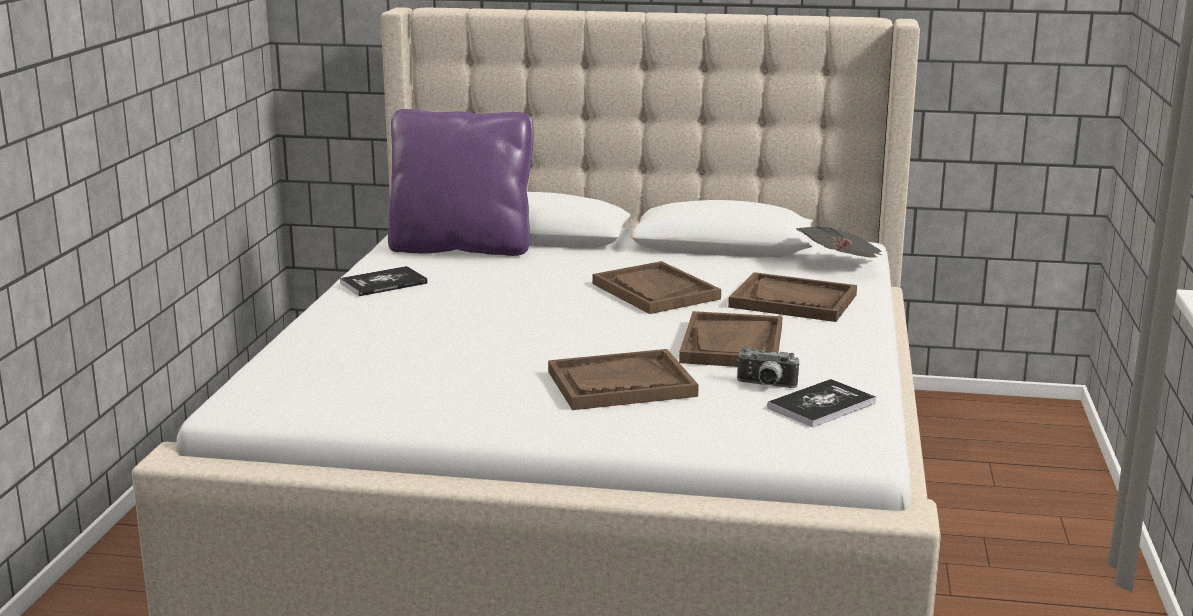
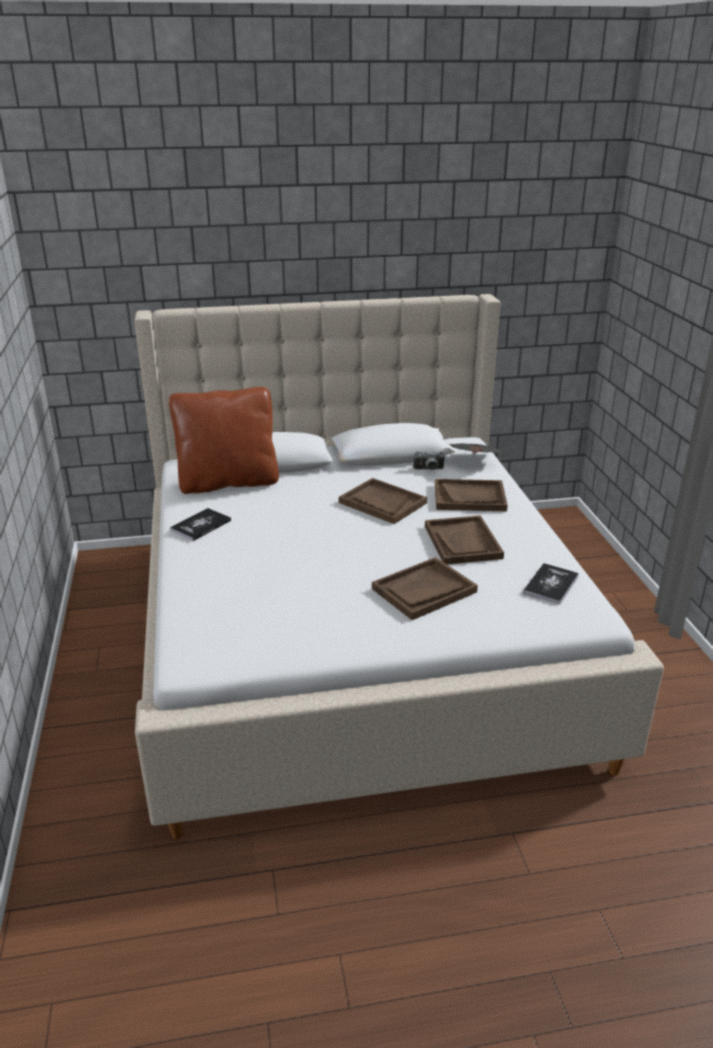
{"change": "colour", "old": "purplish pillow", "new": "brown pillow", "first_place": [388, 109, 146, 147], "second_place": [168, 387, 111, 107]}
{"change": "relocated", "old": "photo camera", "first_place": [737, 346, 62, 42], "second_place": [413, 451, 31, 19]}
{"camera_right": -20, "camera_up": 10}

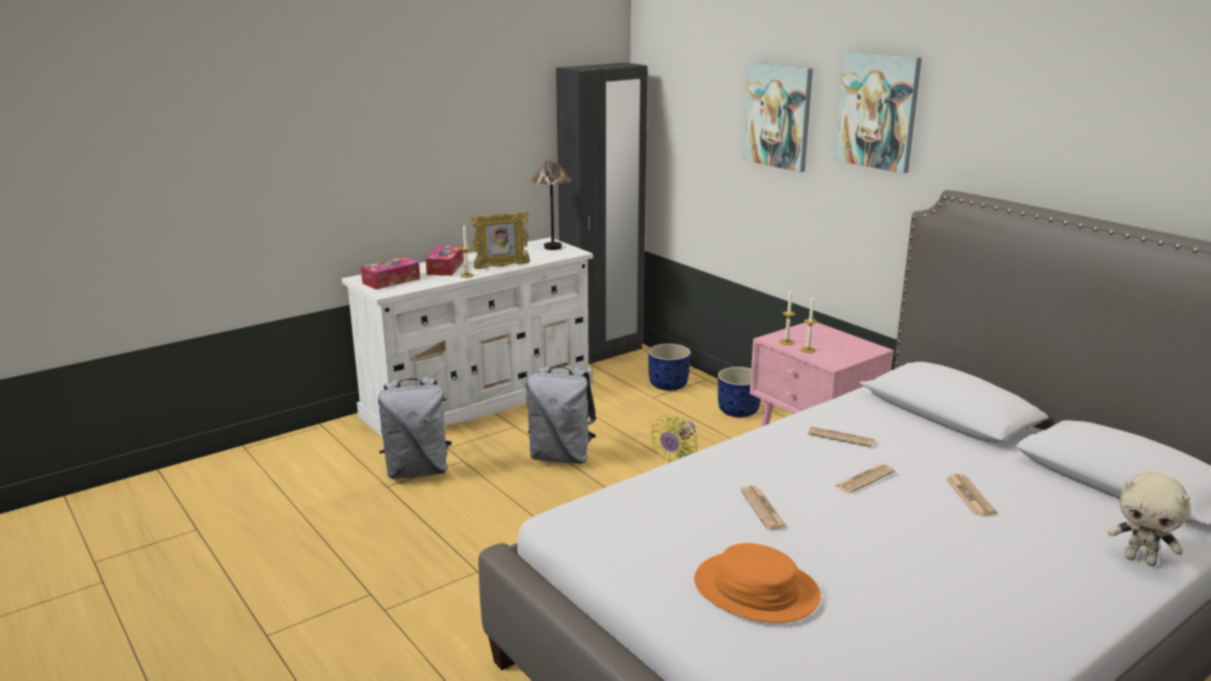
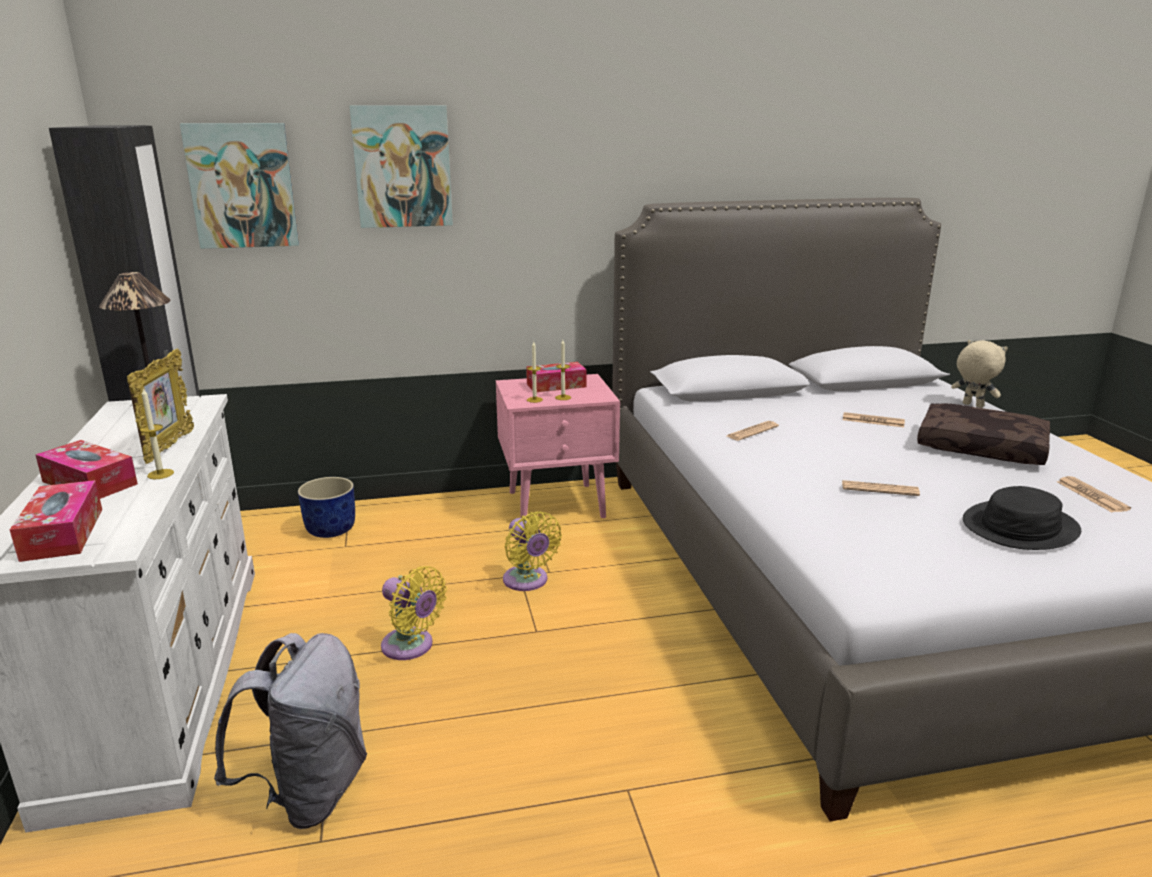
{"change": "exchanged", "old": "greyish rucksack", "new": "yellow-coloured cooling fan", "first_place": [526, 366, 70, 98], "second_place": [381, 566, 66, 94]}
{"change": "colour", "old": "orange-coloured hat", "new": "blackish hat", "first_place": [694, 543, 127, 80], "second_place": [963, 486, 118, 64]}
{"change": "missing", "old": "bluish plant pot", "first_place": [718, 367, 43, 50]}
{"change": "relocated", "old": "wall art", "first_place": [833, 51, 89, 123], "second_place": [180, 123, 119, 126]}
{"change": "relocated", "old": "newspaper", "first_place": [834, 464, 61, 30], "second_place": [1057, 476, 74, 36]}
{"change": "spun", "old": "beige cuddly toy", "first_place": [1108, 472, 82, 94], "second_place": [951, 340, 57, 68], "degrees": -105}
{"change": "appeared", "new": "tissue box", "second_place": [526, 362, 61, 30]}
{"change": "appeared", "new": "brown pillow", "second_place": [917, 403, 133, 62]}
{"camera_right": -65, "camera_up": 0}

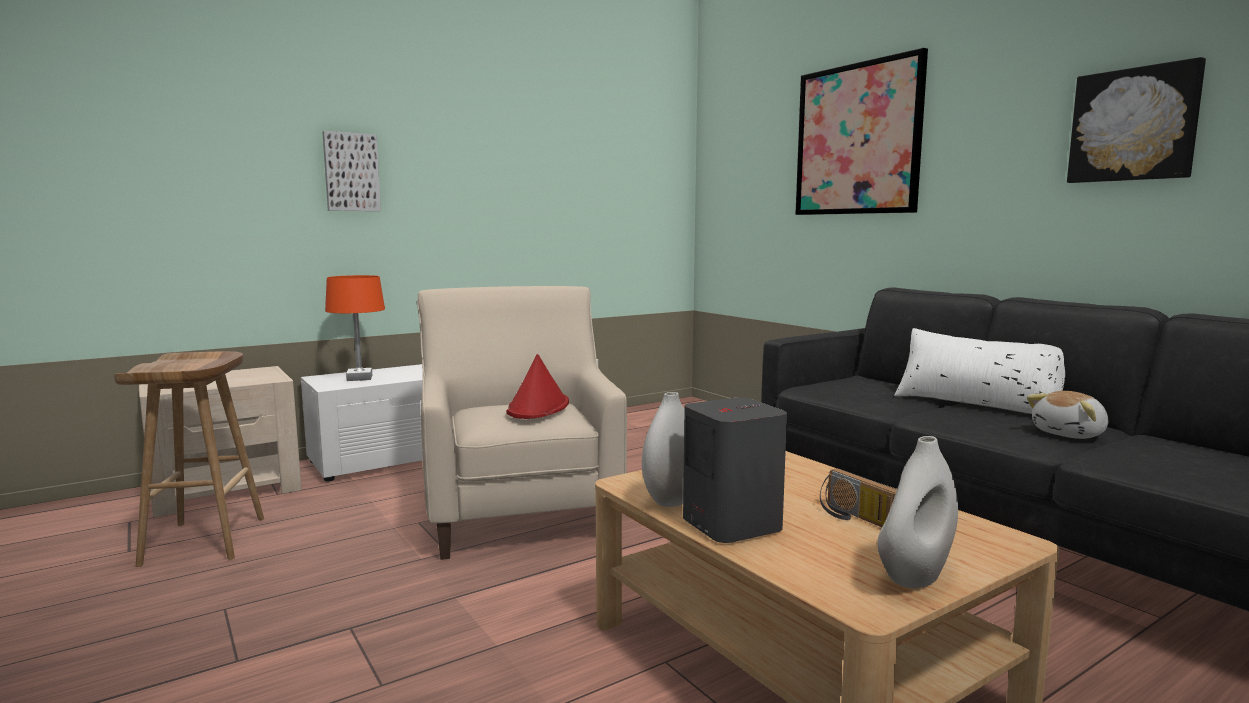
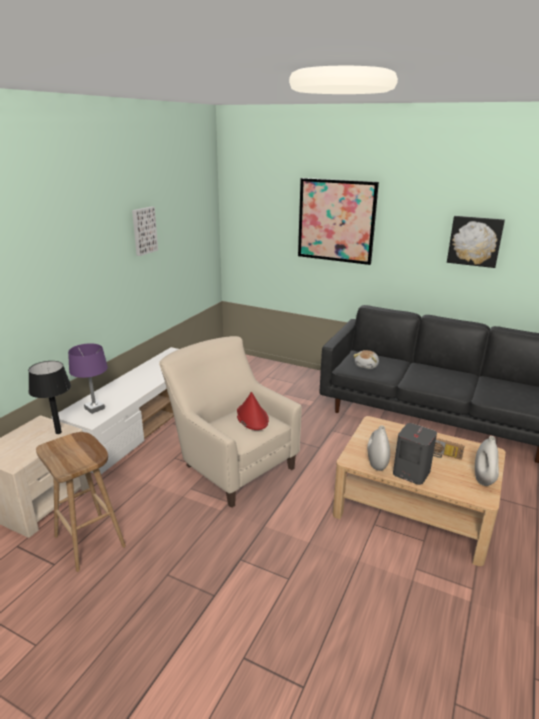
{"change": "relocated", "old": "wall art", "first_place": [322, 131, 59, 80], "second_place": [132, 207, 26, 49]}
{"change": "colour", "old": "orange-coloured tabletop lamp", "new": "purplish tabletop lamp", "first_place": [325, 275, 60, 106], "second_place": [68, 343, 40, 71]}
{"change": "missing", "old": "whitish pillow", "first_place": [894, 328, 171, 86]}
{"change": "relocated", "old": "cuddly toy", "first_place": [1027, 391, 81, 48], "second_place": [353, 350, 26, 19]}
{"change": "appeared", "new": "blackish tabletop lamp", "second_place": [28, 361, 43, 73]}
{"camera_right": -30, "camera_up": 15}

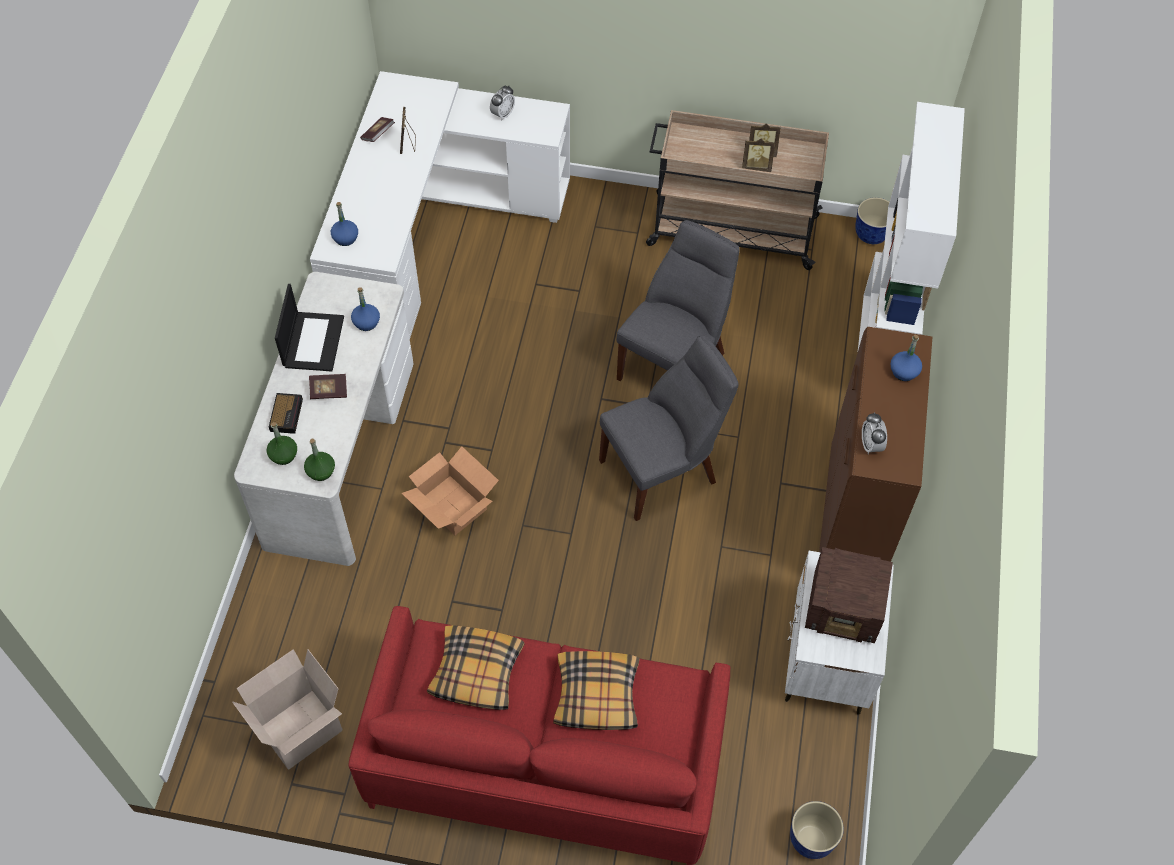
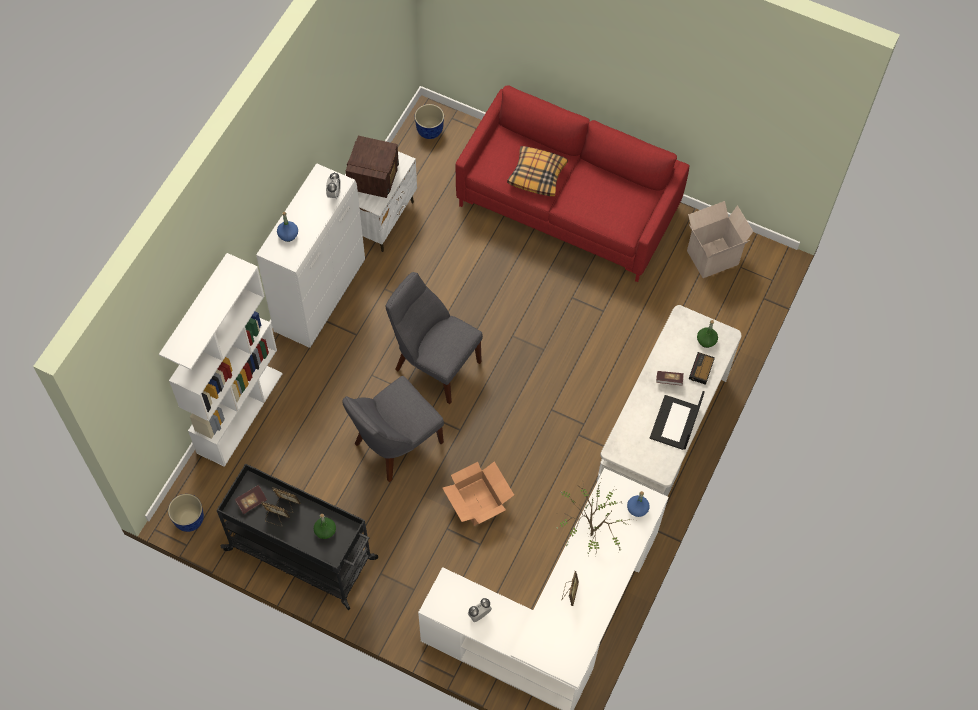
{"change": "relocated", "old": "greenish beverage bottle", "first_place": [304, 439, 31, 42], "second_place": [314, 514, 22, 25]}
{"change": "missing", "old": "bluish beverage bottle", "first_place": [351, 287, 29, 44]}
{"change": "relocated", "old": "book", "first_place": [360, 117, 35, 25], "second_place": [235, 485, 32, 29]}
{"change": "relocated", "old": "packing box", "first_place": [402, 446, 97, 89], "second_place": [442, 461, 72, 65]}
{"change": "missing", "old": "pillow", "first_place": [427, 625, 97, 85]}
{"change": "spun", "old": "greyish chair", "first_place": [599, 336, 139, 185], "second_place": [386, 272, 97, 132], "degrees": 45}
{"change": "colour", "old": "beige trolley", "new": "blackish trolley", "first_place": [646, 110, 183, 160], "second_place": [216, 463, 162, 147]}
{"change": "spun", "old": "radio set", "first_place": [805, 547, 88, 96], "second_place": [346, 136, 53, 62], "degrees": 75}
{"change": "colour", "old": "brown cabinet", "new": "whitish cabinet", "first_place": [819, 327, 113, 235], "second_place": [256, 163, 109, 185]}
{"change": "appeared", "new": "potted plant", "second_place": [556, 480, 75, 76]}
{"camera_right": -165, "camera_up": 5}

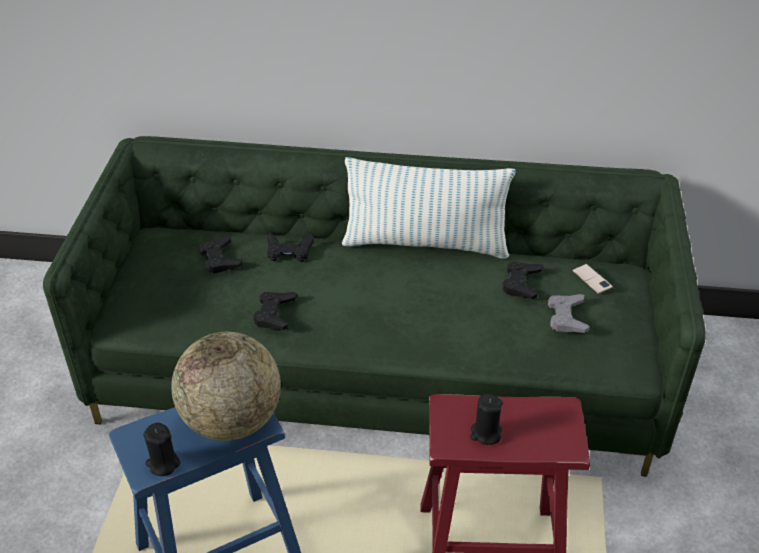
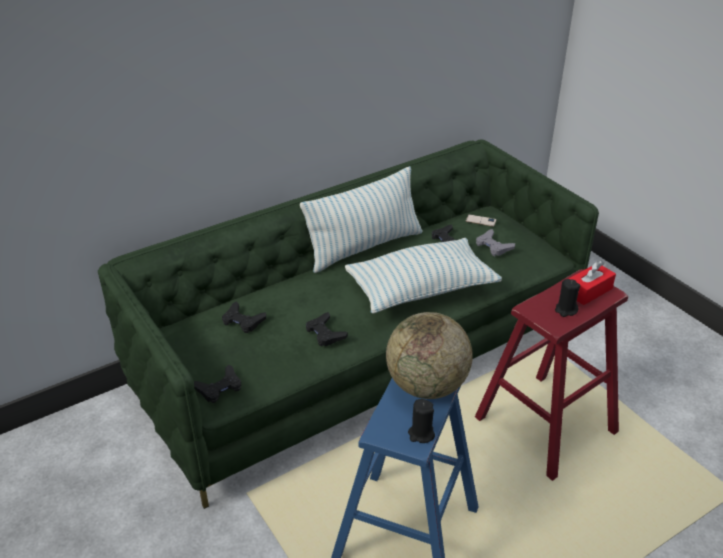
{"change": "relocated", "old": "blackish gamepad", "first_place": [267, 233, 47, 29], "second_place": [194, 365, 47, 38]}
{"change": "appeared", "new": "pillow", "second_place": [345, 238, 157, 76]}
{"change": "appeared", "new": "red-coloured tissue box", "second_place": [569, 261, 47, 44]}
{"camera_right": -40, "camera_up": -5}

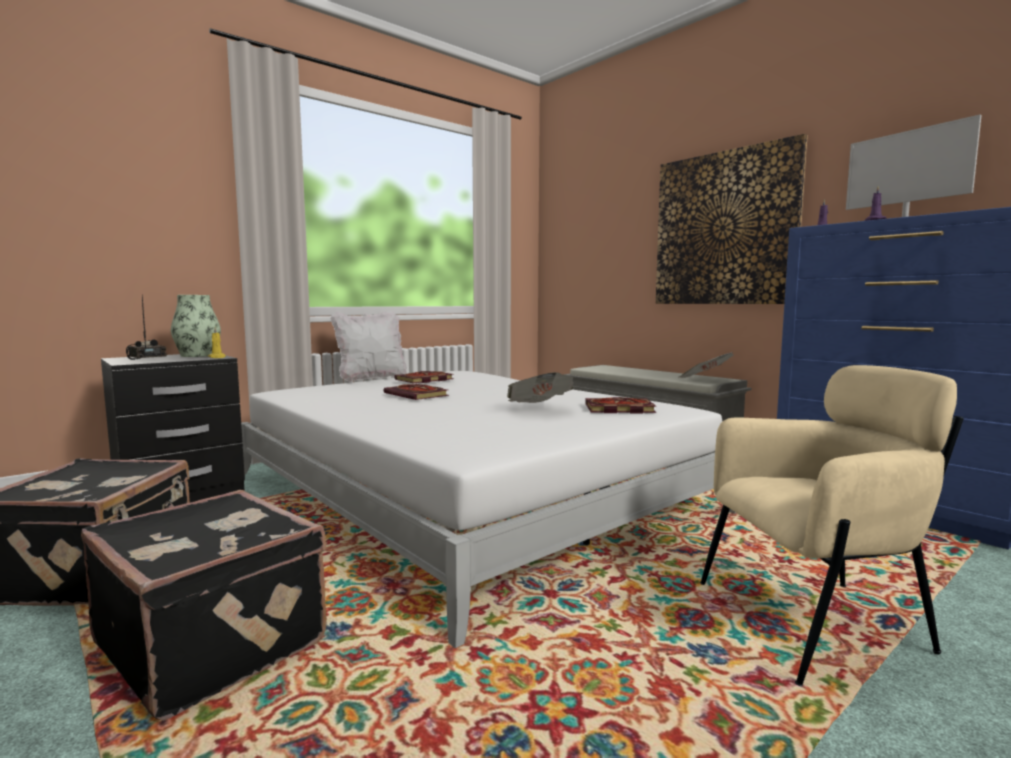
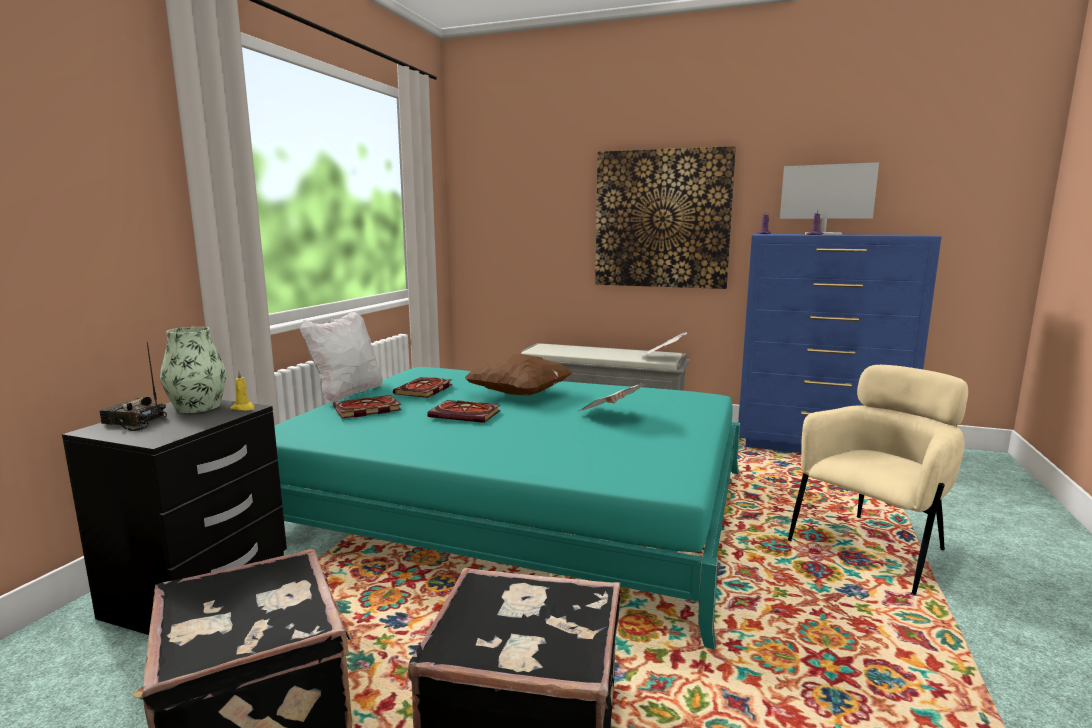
{"change": "colour", "old": "whitish bed", "new": "turquoise bed", "first_place": [241, 371, 495, 277], "second_place": [274, 367, 466, 282]}
{"change": "relocated", "old": "book", "first_place": [585, 397, 71, 16], "second_place": [333, 395, 68, 23]}
{"change": "appeared", "new": "brown pillow", "second_place": [465, 354, 108, 41]}
{"camera_right": -30, "camera_up": 5}

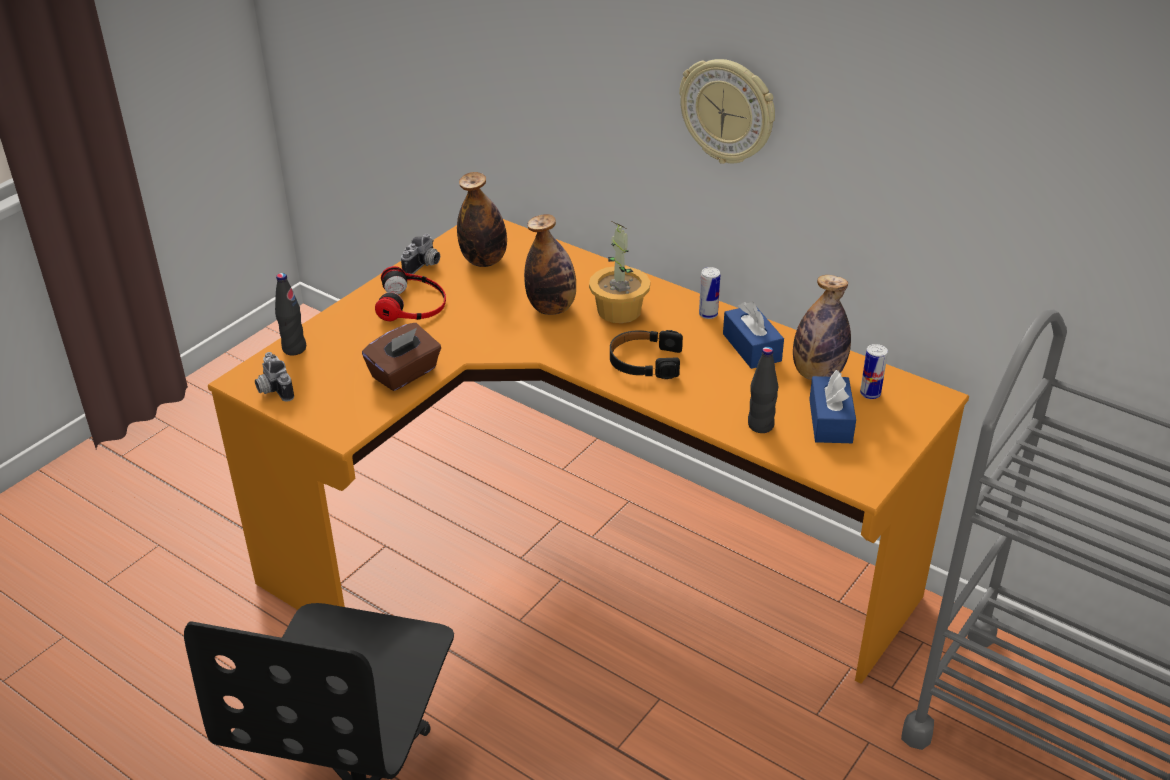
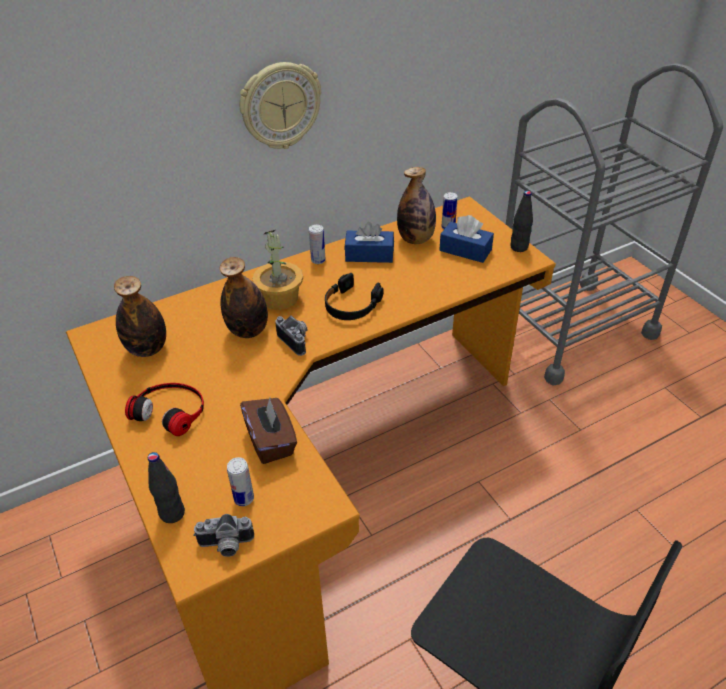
{"change": "relocated", "old": "photo camera", "first_place": [401, 234, 39, 40], "second_place": [275, 315, 33, 41]}
{"change": "relocated", "old": "blackish beverage bottle", "first_place": [748, 347, 30, 86], "second_place": [510, 191, 23, 61]}
{"change": "appeared", "new": "sealed can", "second_place": [227, 457, 27, 49]}
{"camera_right": -65, "camera_up": 5}

